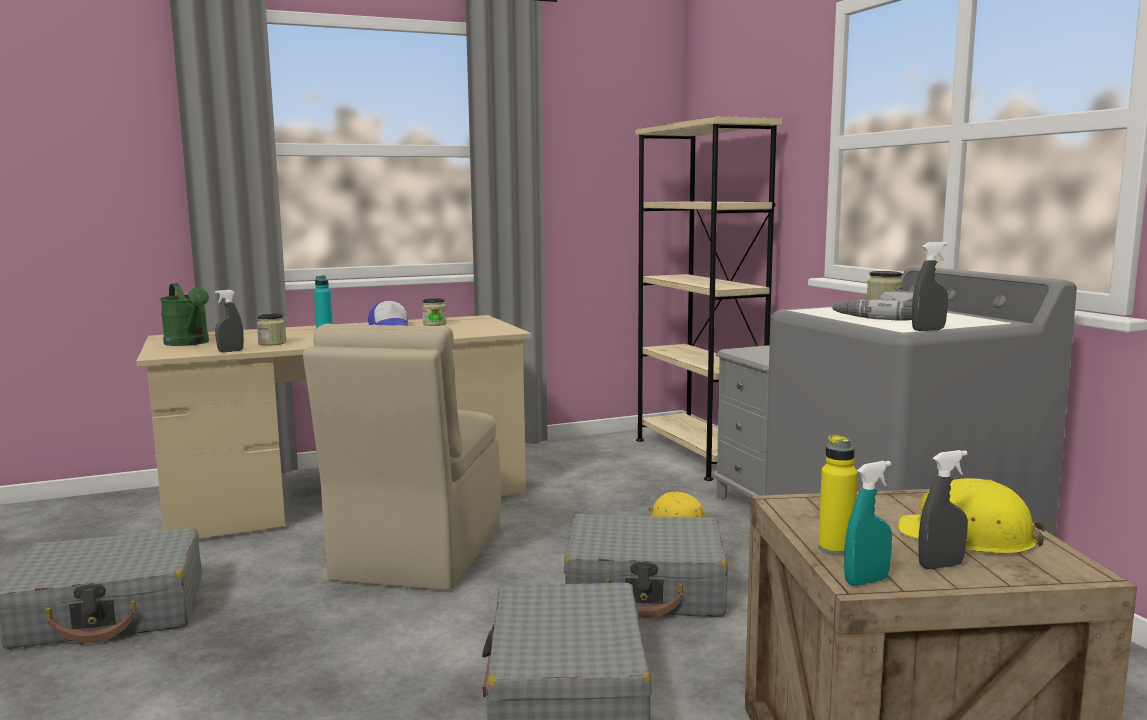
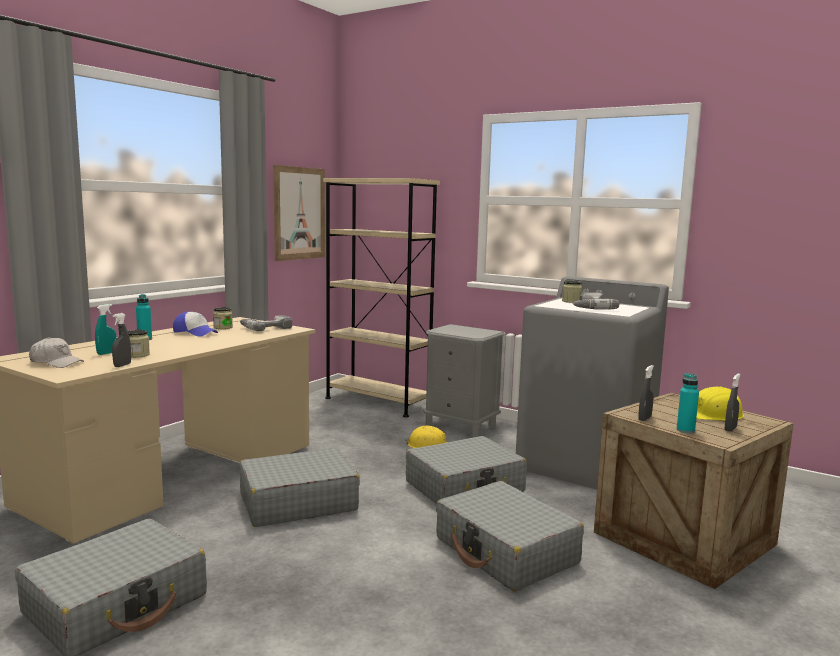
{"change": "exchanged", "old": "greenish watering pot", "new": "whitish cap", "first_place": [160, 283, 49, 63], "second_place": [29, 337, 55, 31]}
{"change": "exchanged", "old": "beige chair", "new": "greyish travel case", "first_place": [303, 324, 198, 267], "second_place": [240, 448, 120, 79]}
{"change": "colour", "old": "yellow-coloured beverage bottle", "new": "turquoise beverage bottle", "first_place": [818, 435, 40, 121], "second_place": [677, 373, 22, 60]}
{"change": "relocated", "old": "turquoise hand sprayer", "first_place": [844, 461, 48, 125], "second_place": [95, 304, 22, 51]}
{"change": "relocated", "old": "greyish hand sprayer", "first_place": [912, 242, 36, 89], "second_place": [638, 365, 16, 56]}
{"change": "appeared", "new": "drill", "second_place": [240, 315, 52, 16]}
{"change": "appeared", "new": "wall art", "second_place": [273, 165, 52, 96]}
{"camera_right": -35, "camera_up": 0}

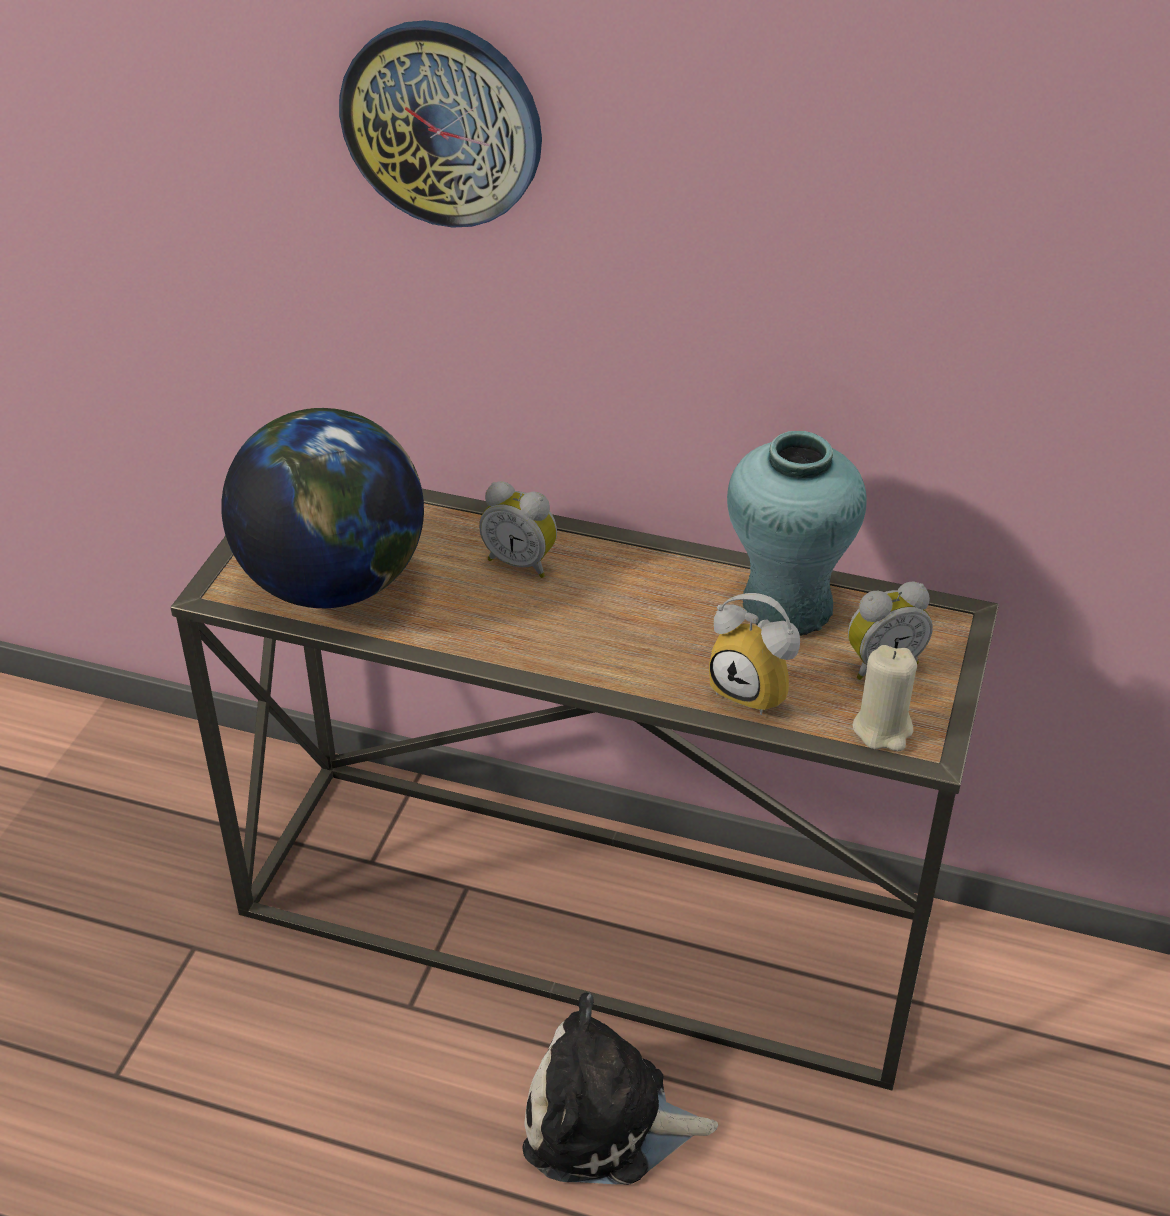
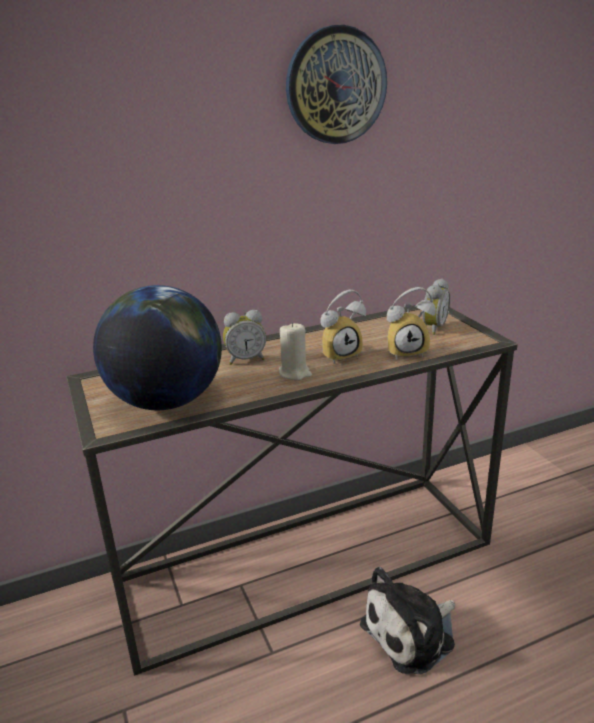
{"change": "relocated", "old": "clock on the wall", "first_place": [339, 20, 203, 208], "second_place": [286, 25, 101, 119]}
{"change": "missing", "old": "turquoise vase", "first_place": [727, 431, 139, 205]}
{"change": "relocated", "old": "beige wax light", "first_place": [852, 645, 65, 106], "second_place": [279, 322, 33, 59]}
{"change": "appeared", "new": "bedside clock", "second_place": [320, 290, 46, 74]}
{"camera_right": -40, "camera_up": -15}

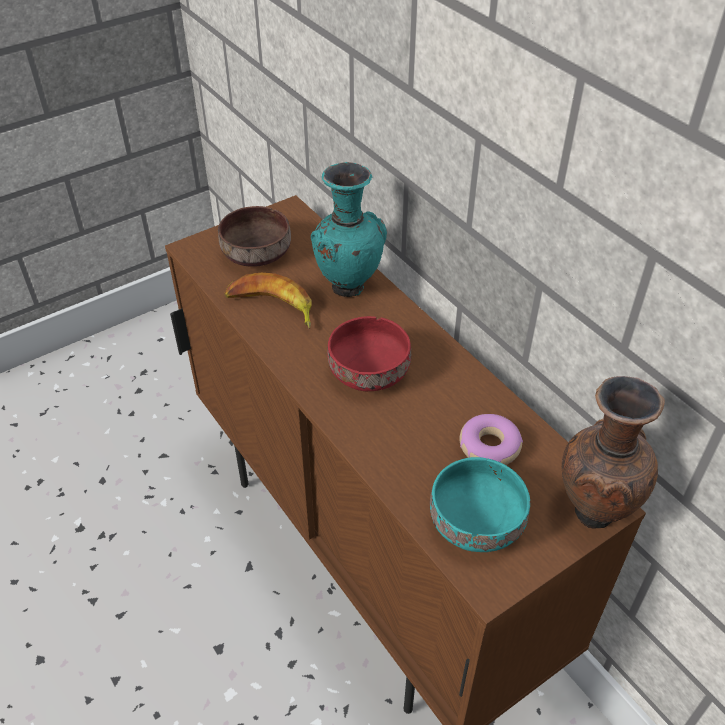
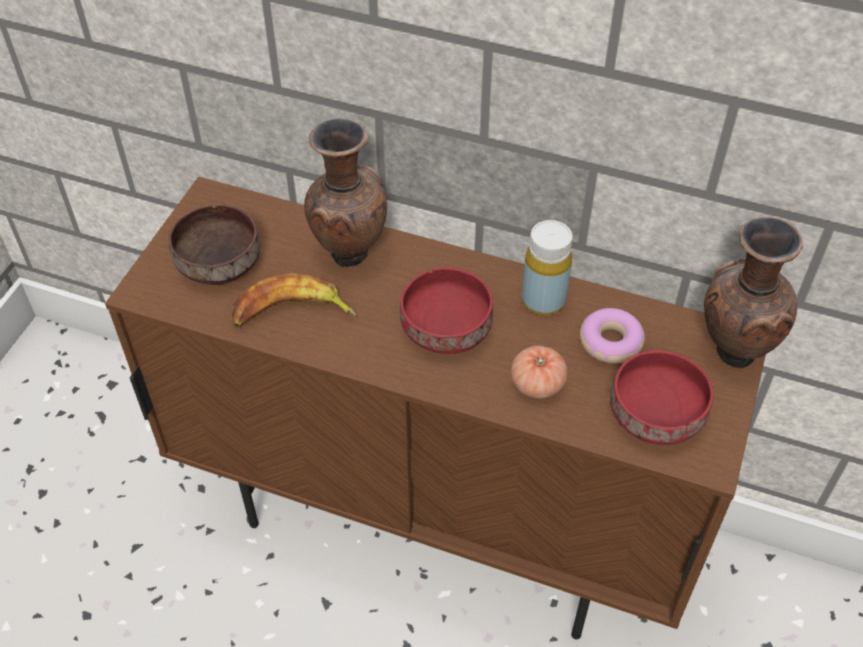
{"change": "colour", "old": "turquoise vase", "new": "brown vase", "first_place": [311, 162, 76, 135], "second_place": [304, 119, 83, 148]}
{"change": "colour", "old": "turquoise deep dish", "new": "red-coloured deep dish", "first_place": [430, 457, 100, 95], "second_place": [610, 350, 104, 95]}
{"change": "appeared", "new": "fresh tomato", "second_place": [511, 346, 56, 52]}
{"change": "appeared", "new": "yellow-coloured beverage bottle", "second_place": [522, 220, 51, 95]}
{"camera_right": -35, "camera_up": 5}

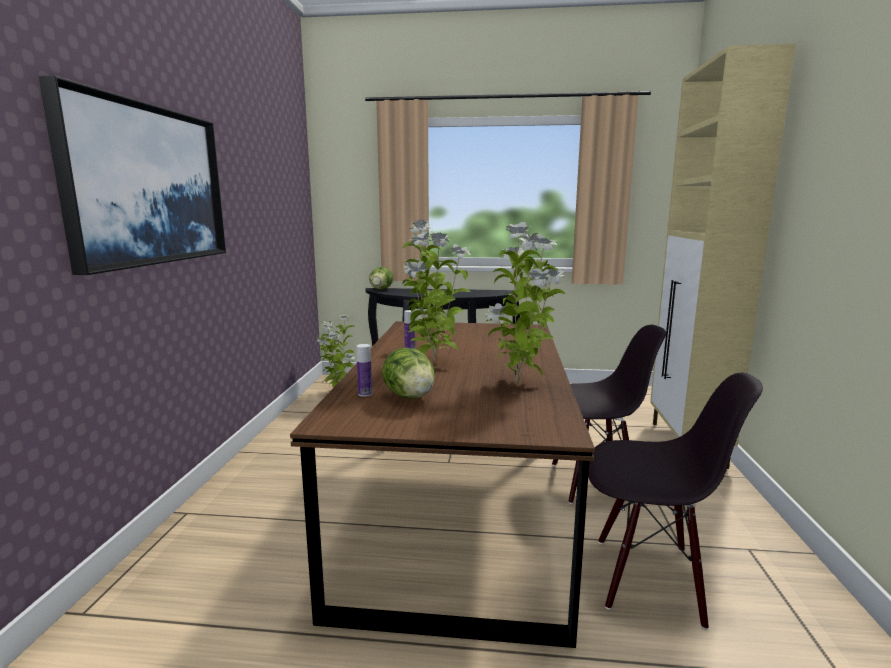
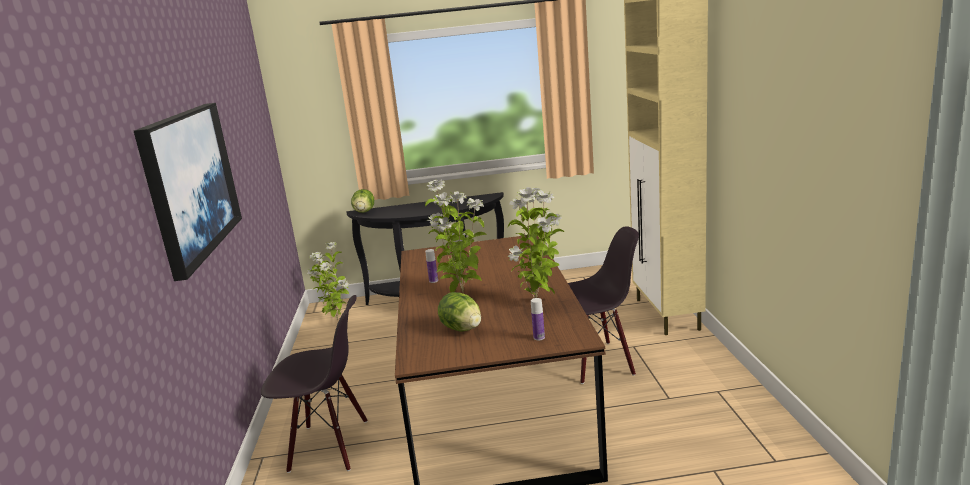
{"change": "relocated", "old": "beverage bottle", "first_place": [357, 344, 15, 53], "second_place": [531, 298, 14, 42]}
{"change": "relocated", "old": "blackish chair", "first_place": [588, 373, 175, 257], "second_place": [261, 295, 107, 178]}
{"camera_right": -10, "camera_up": 5}

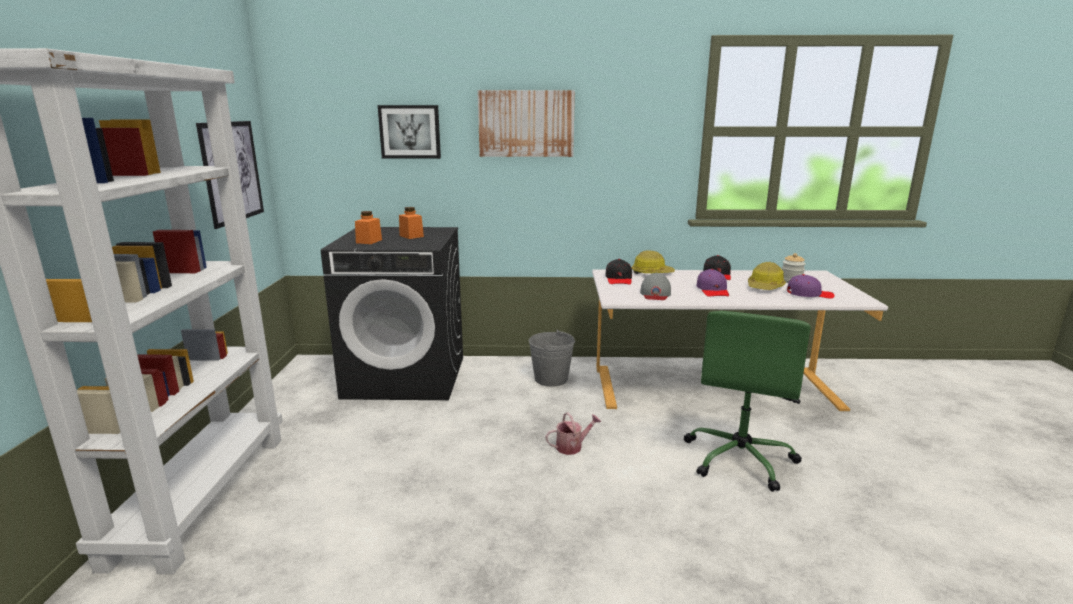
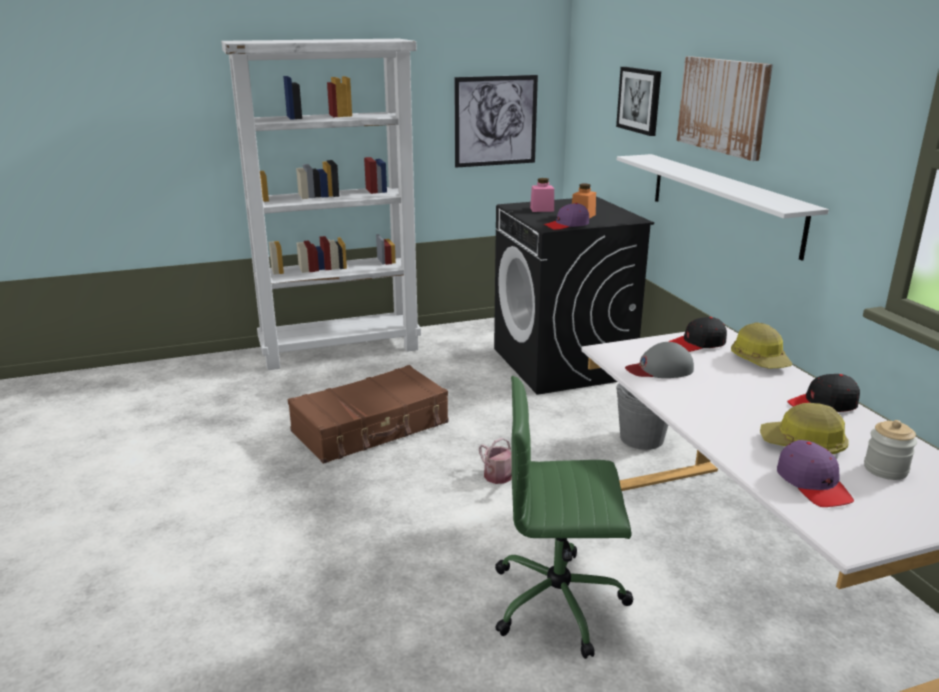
{"change": "colour", "old": "orange-coloured storage jar", "new": "pink-coloured storage jar", "first_place": [355, 211, 27, 33], "second_place": [530, 178, 24, 34]}
{"change": "relocated", "old": "purplish cap", "first_place": [696, 269, 33, 28], "second_place": [544, 203, 45, 27]}
{"change": "appeared", "new": "brown travel case", "second_place": [288, 365, 161, 99]}
{"change": "appeared", "new": "whitish bracket shelf", "second_place": [617, 154, 212, 107]}
{"camera_right": 70, "camera_up": 5}

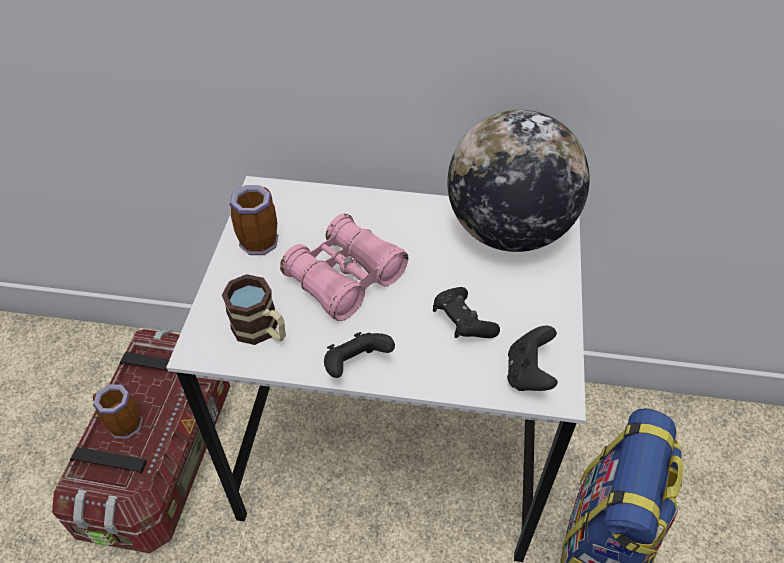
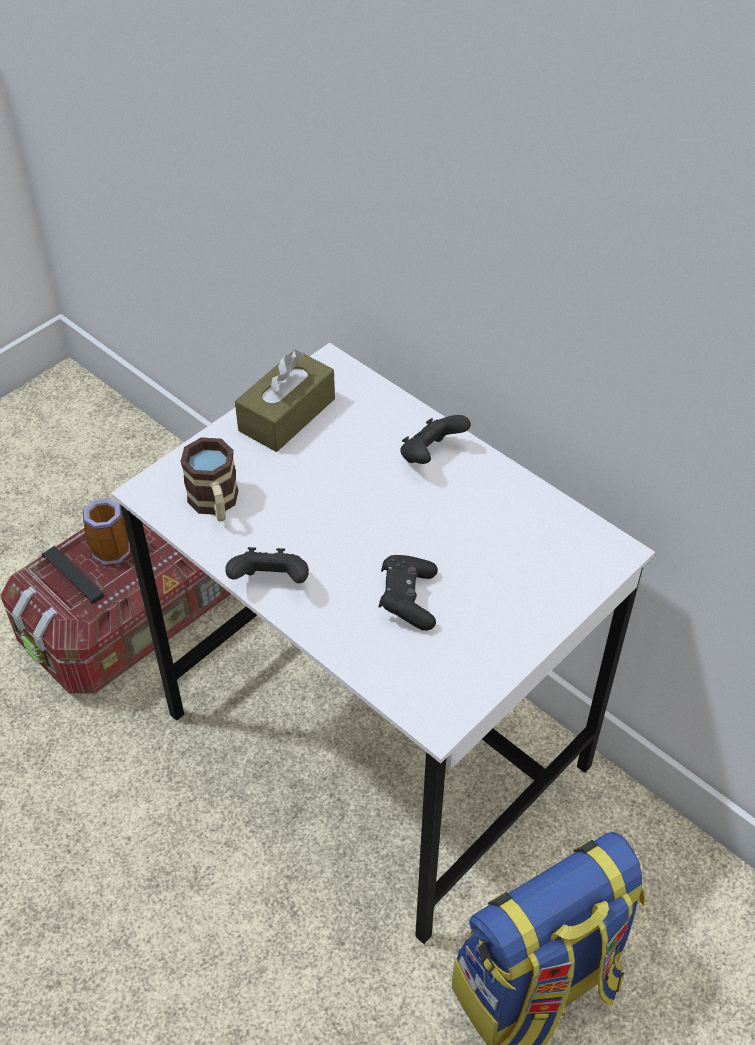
{"change": "exchanged", "old": "mug", "new": "brown tissue box", "first_place": [230, 185, 48, 70], "second_place": [235, 350, 100, 102]}
{"change": "missing", "old": "pink-coloured binoculars", "first_place": [280, 213, 128, 108]}
{"change": "missing", "old": "globe", "first_place": [447, 110, 143, 142]}
{"change": "relocated", "old": "blackish gamepad", "first_place": [507, 326, 51, 65], "second_place": [400, 415, 71, 49]}
{"camera_right": 35, "camera_up": 0}

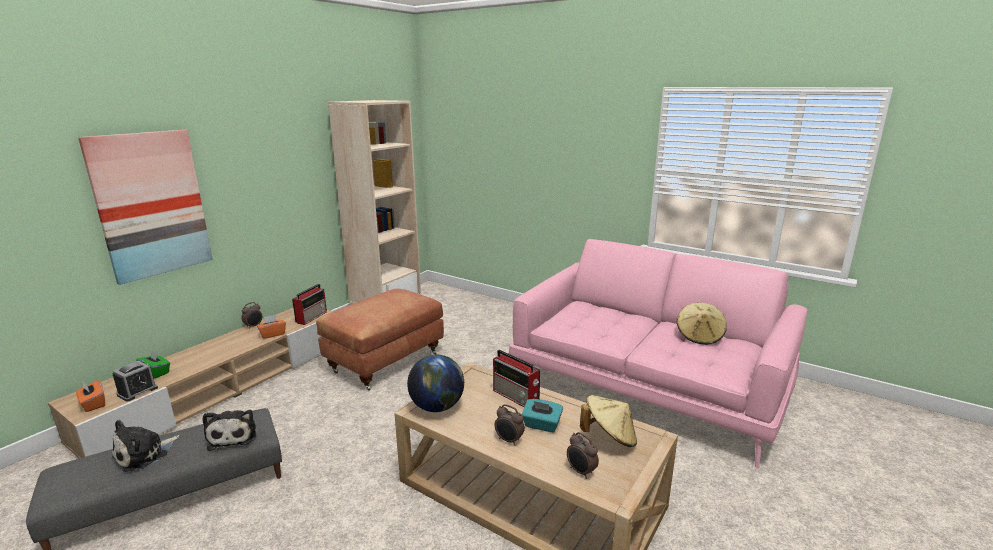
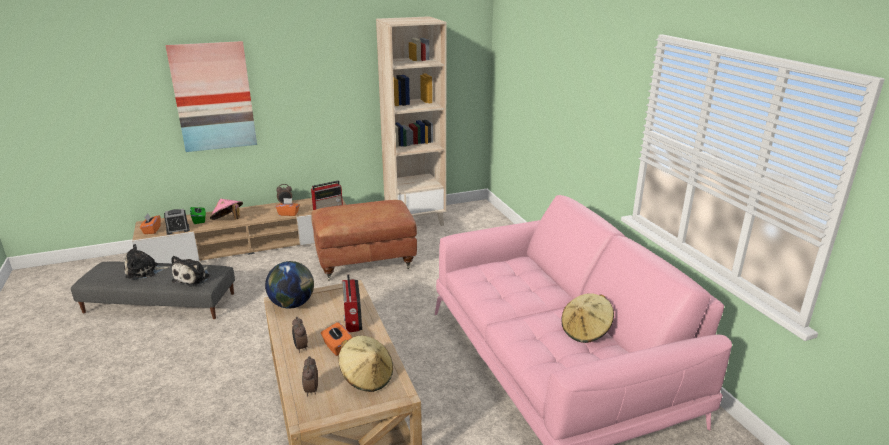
{"change": "colour", "old": "turquoise tissue box", "new": "orange-coloured tissue box", "first_place": [522, 399, 41, 34], "second_place": [321, 322, 31, 34]}
{"change": "appeared", "new": "pink-coloured hat", "second_place": [210, 199, 33, 21]}
{"camera_right": 35, "camera_up": 5}

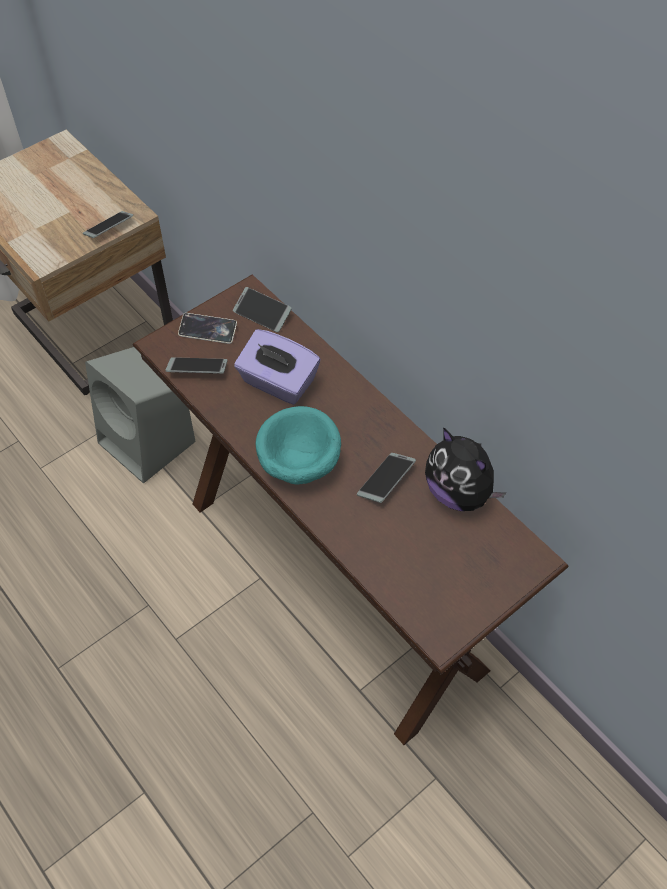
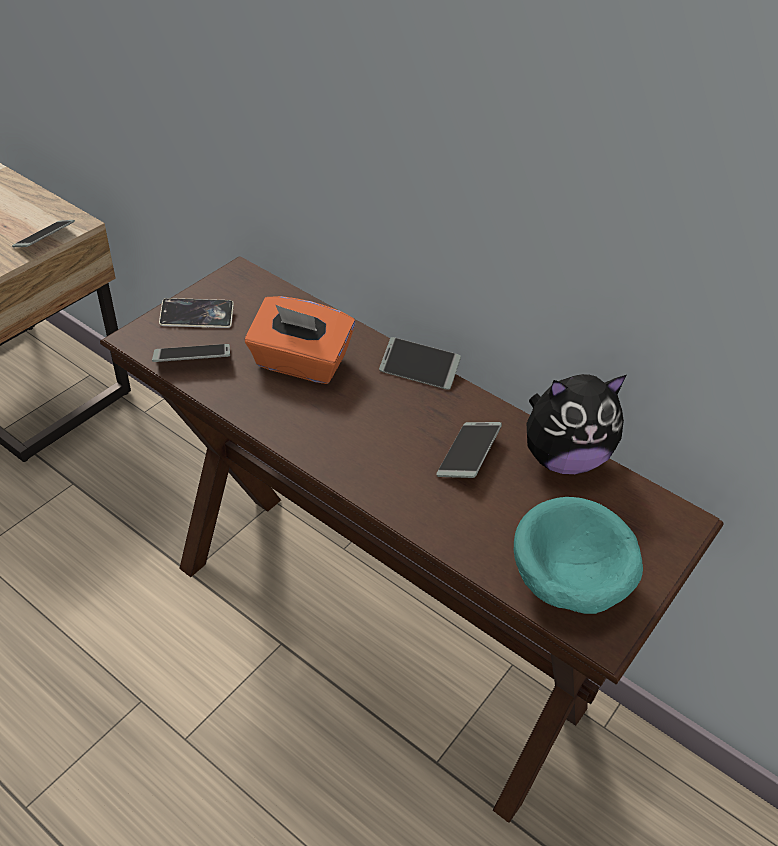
{"change": "missing", "old": "greyish loudspeaker", "first_place": [85, 347, 111, 136]}
{"change": "relocated", "old": "telephone", "first_place": [233, 287, 59, 46], "second_place": [379, 337, 82, 53]}
{"change": "colour", "old": "purplish tissue box", "new": "orange-coloured tissue box", "first_place": [234, 329, 86, 76], "second_place": [245, 296, 110, 88]}
{"change": "relocated", "old": "turquoise deep dish", "first_place": [256, 406, 85, 79], "second_place": [514, 497, 129, 117]}
{"change": "spun", "old": "cuddly toy", "first_place": [425, 427, 81, 84], "second_place": [527, 374, 99, 100], "degrees": -45}
{"camera_right": -15, "camera_up": -10}

